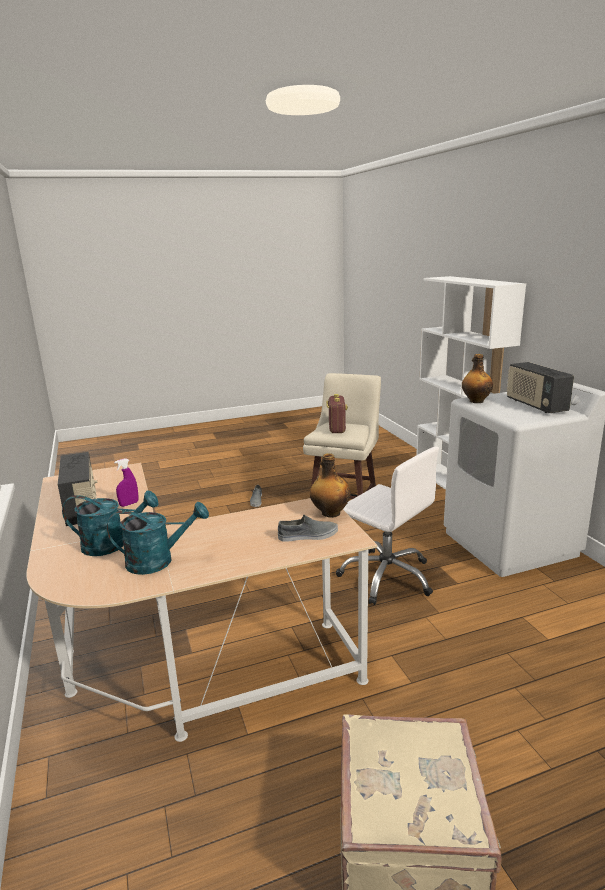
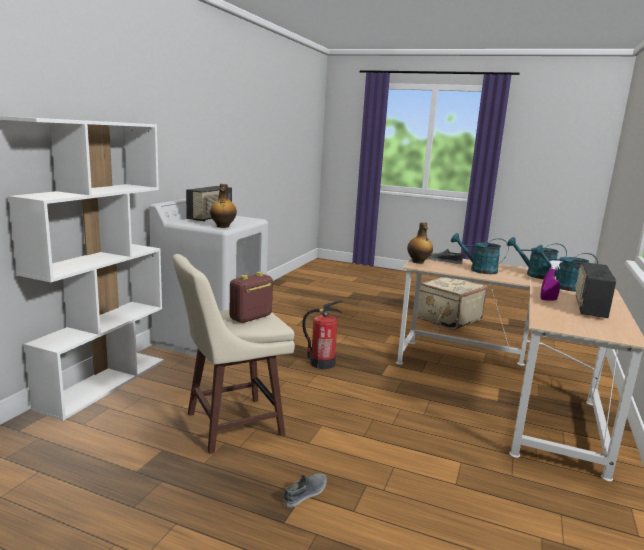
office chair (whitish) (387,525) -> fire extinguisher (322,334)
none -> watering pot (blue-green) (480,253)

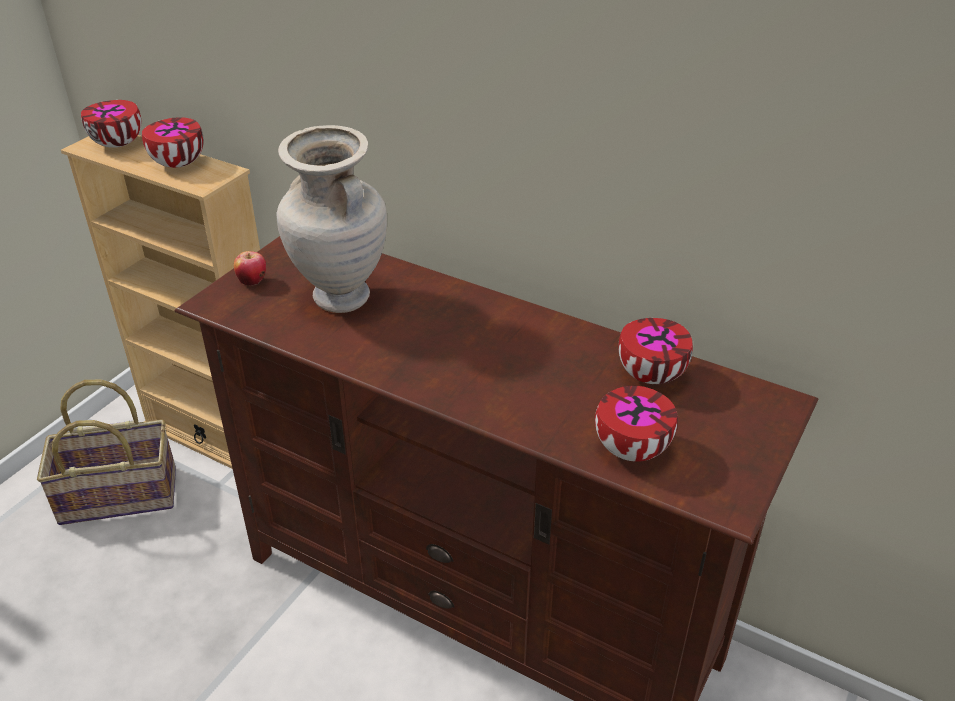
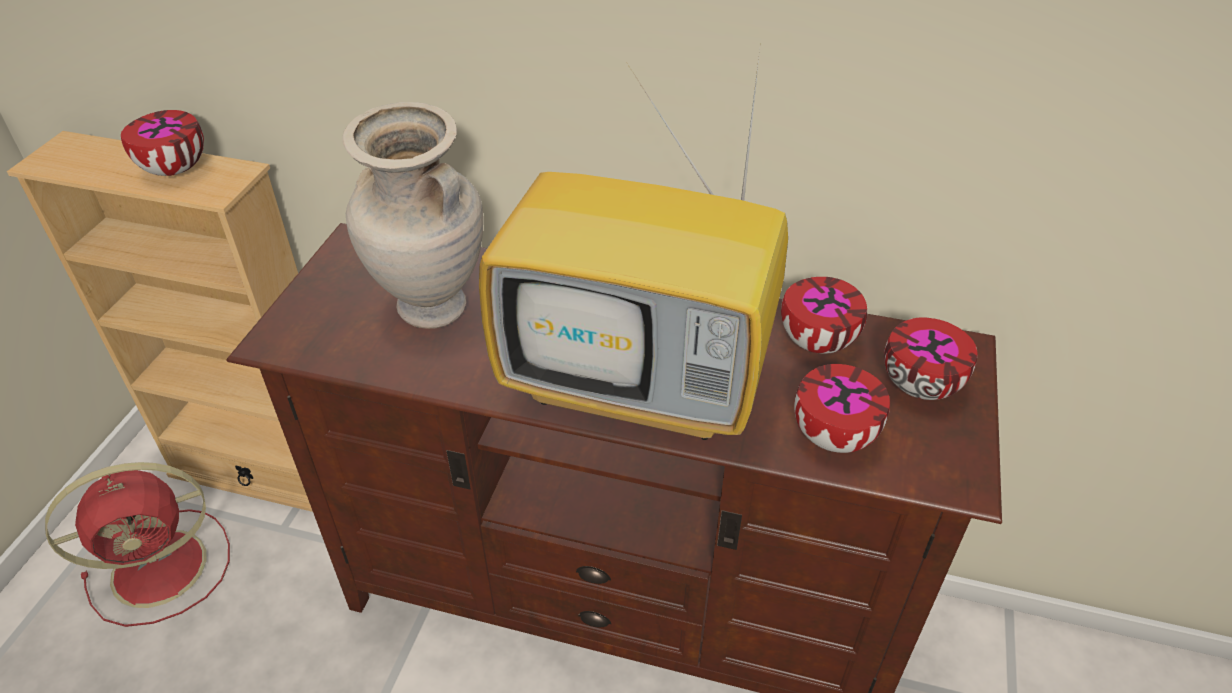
serving bowl (111,124) -> serving bowl (930,358), moved
whole apple (250,268) -> none
household basket (106,452) -> cooling fan (red-coloured) (137,544)
none -> TV set (633,240)

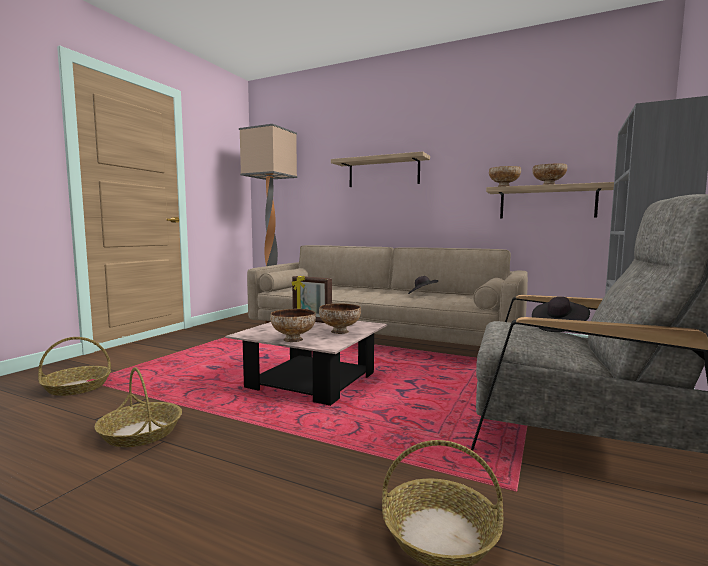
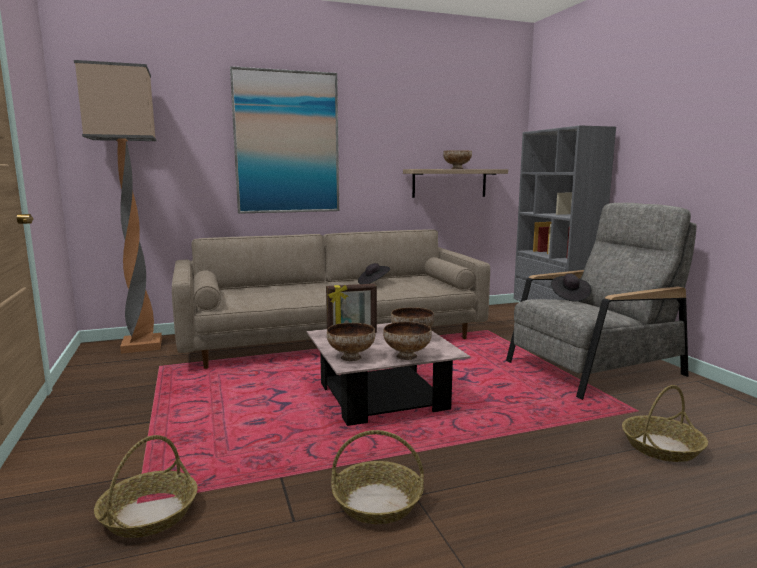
wall shelf (380,169) -> picture (284,140)
serving bowl (505,176) -> serving bowl (351,342), moved

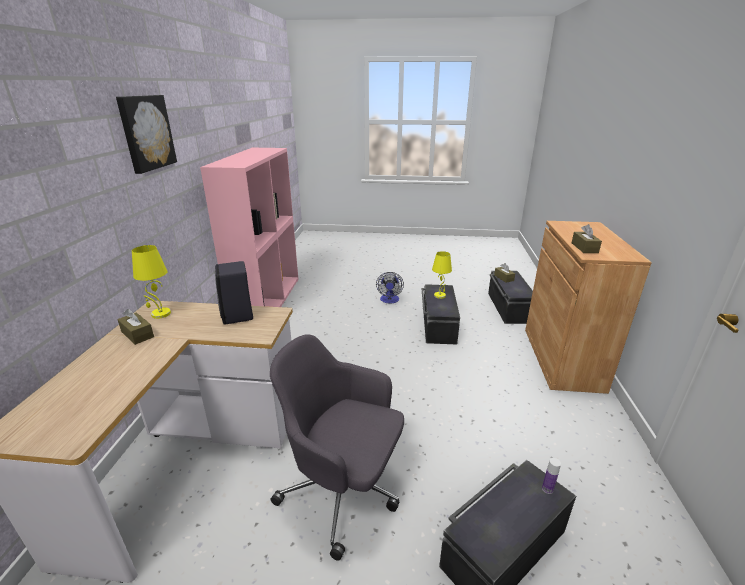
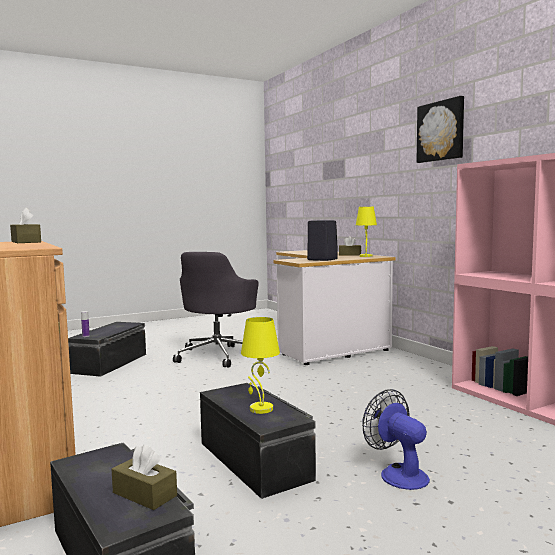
office chair (greyish) (337,447) -> office chair (greyish) (216,310), 120 degrees clockwise

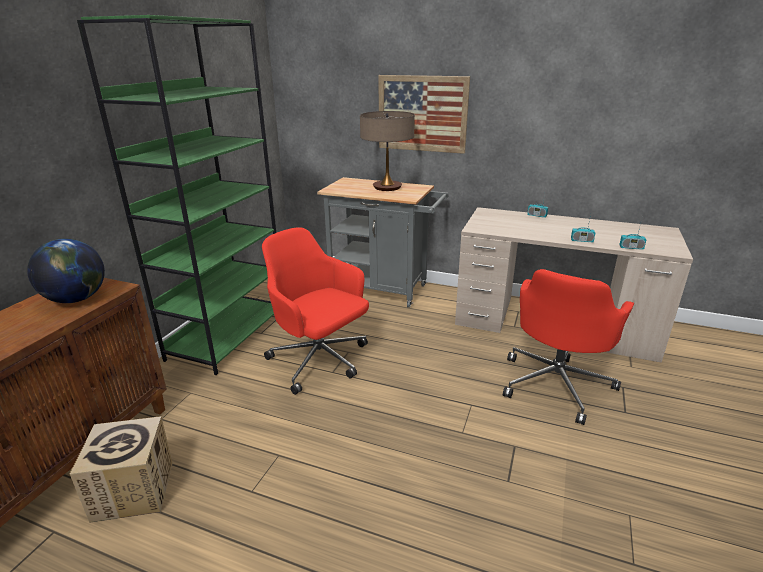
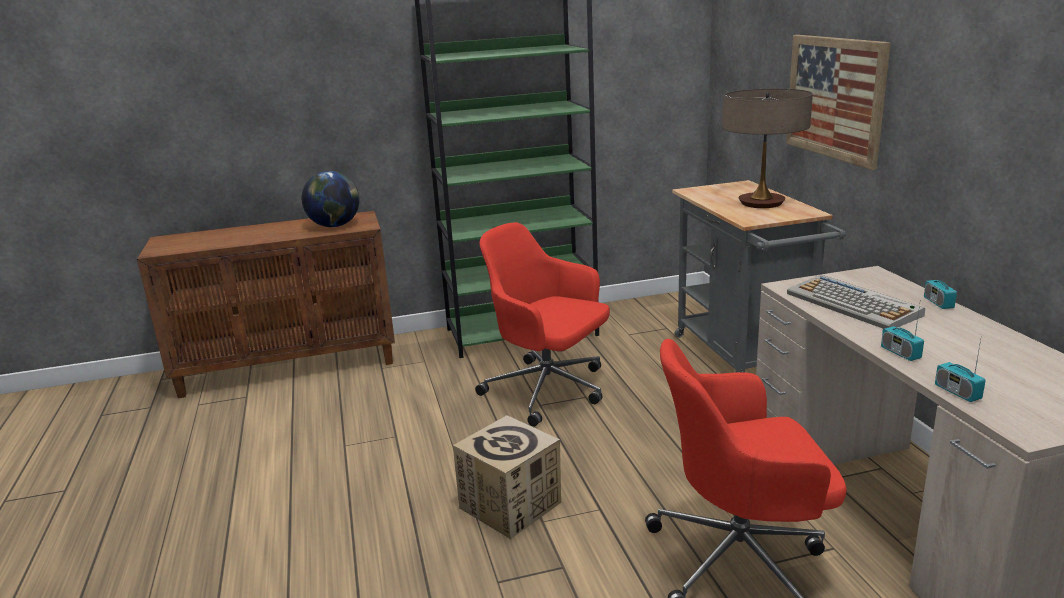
office chair (red-coloured) (315,311) -> office chair (red-coloured) (542,324), 60 degrees counterclockwise
carton (121,469) -> carton (507,477), moved
none -> keyboard (856,302)

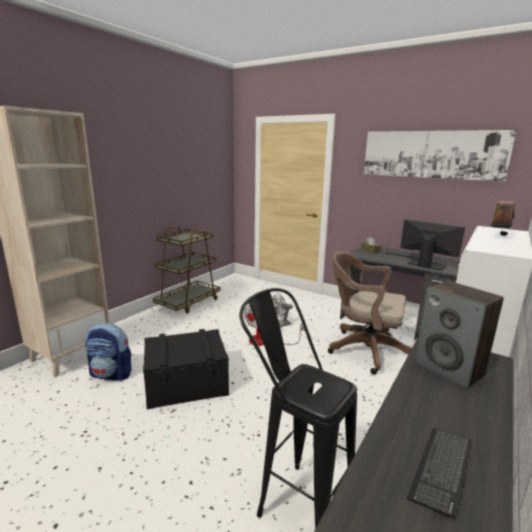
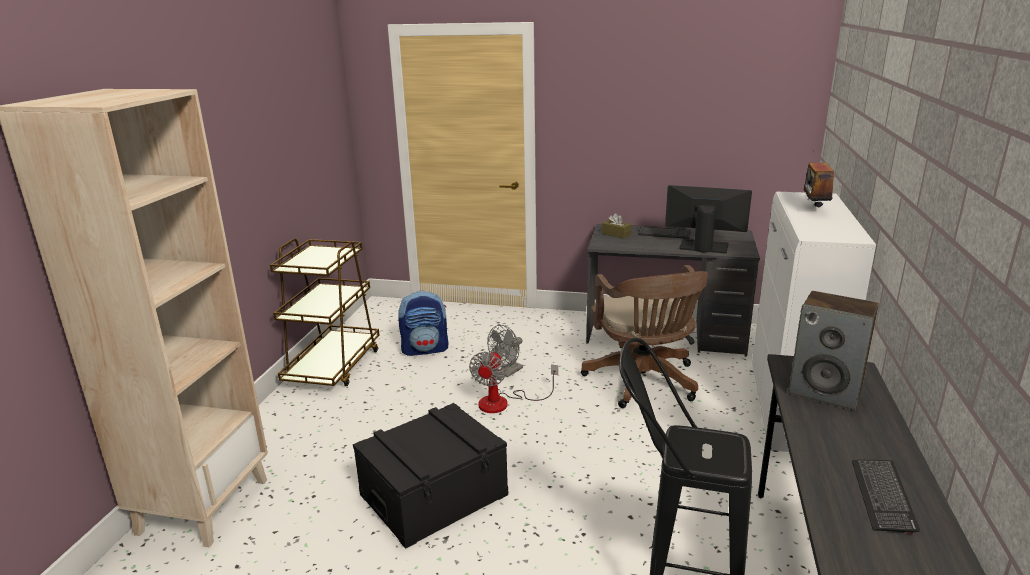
picture (440,156) -> none
office chair (brown) (370,313) -> office chair (brown) (644,336), 105 degrees counterclockwise
knapsack (108,352) -> knapsack (423,323), moved

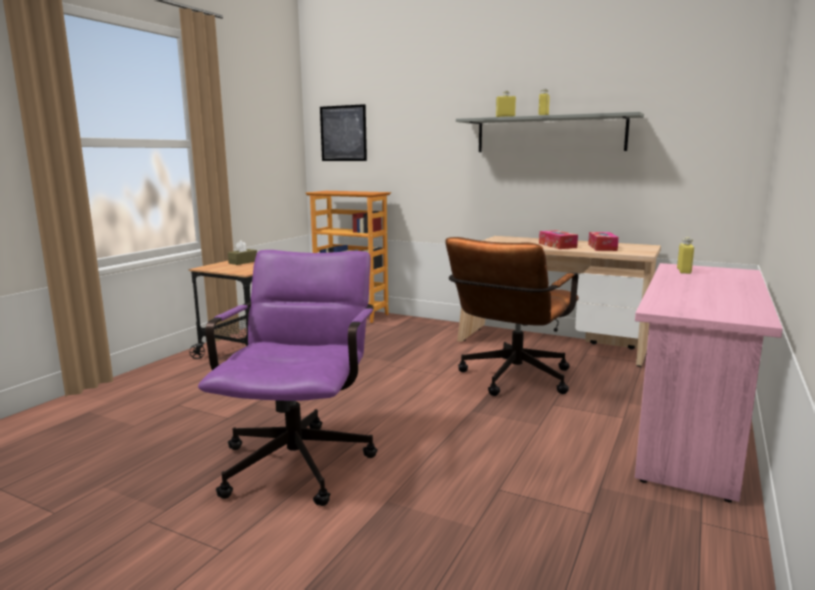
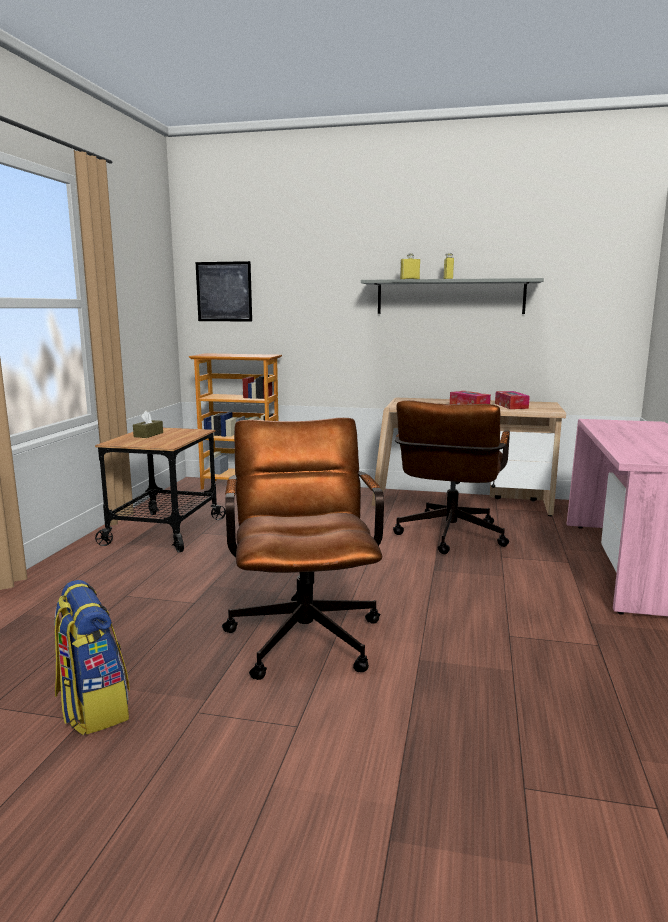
bottle (yellowish) (685,256) -> none
office chair (purplish) (288,378) -> office chair (brown) (303,549)
none -> knapsack (92,657)

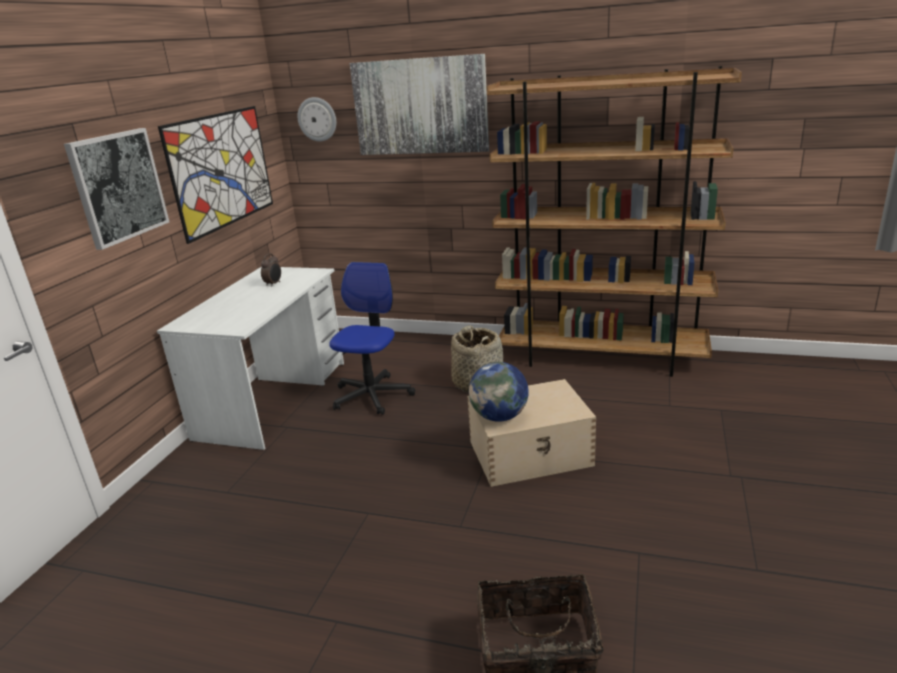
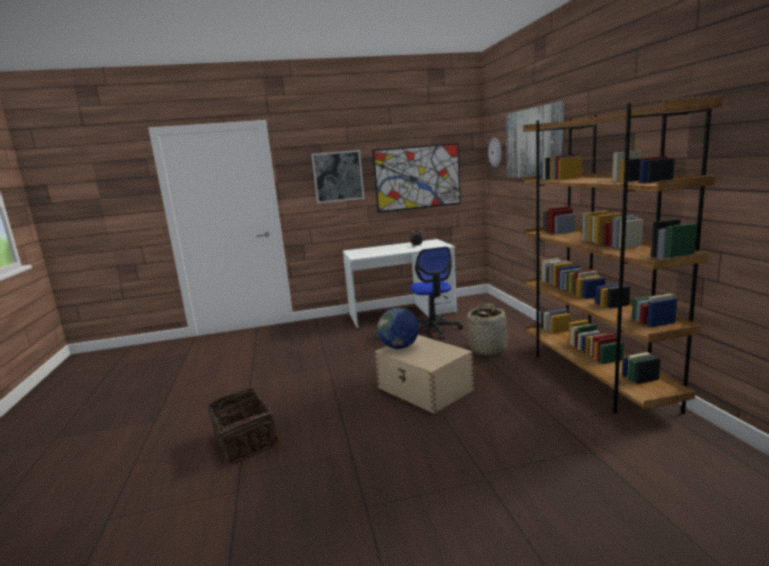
office chair (372,338) -> office chair (436,293), 90 degrees clockwise

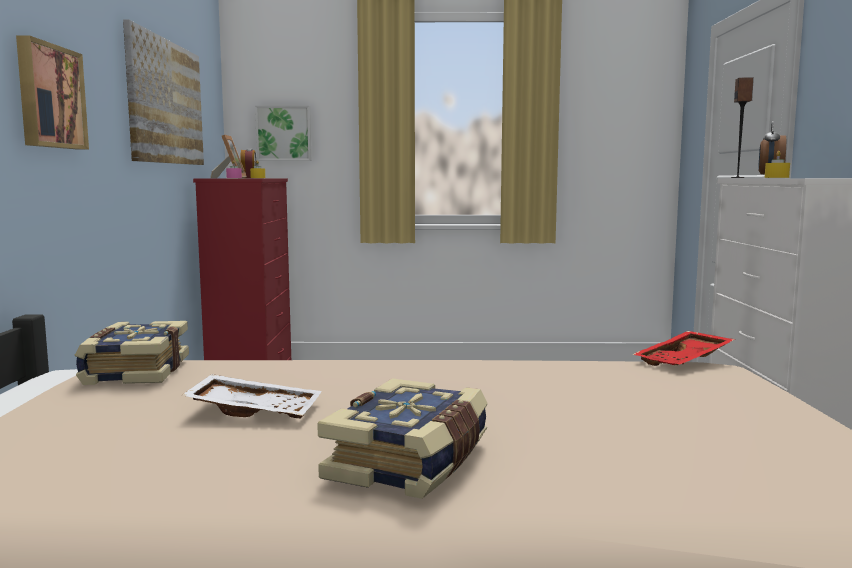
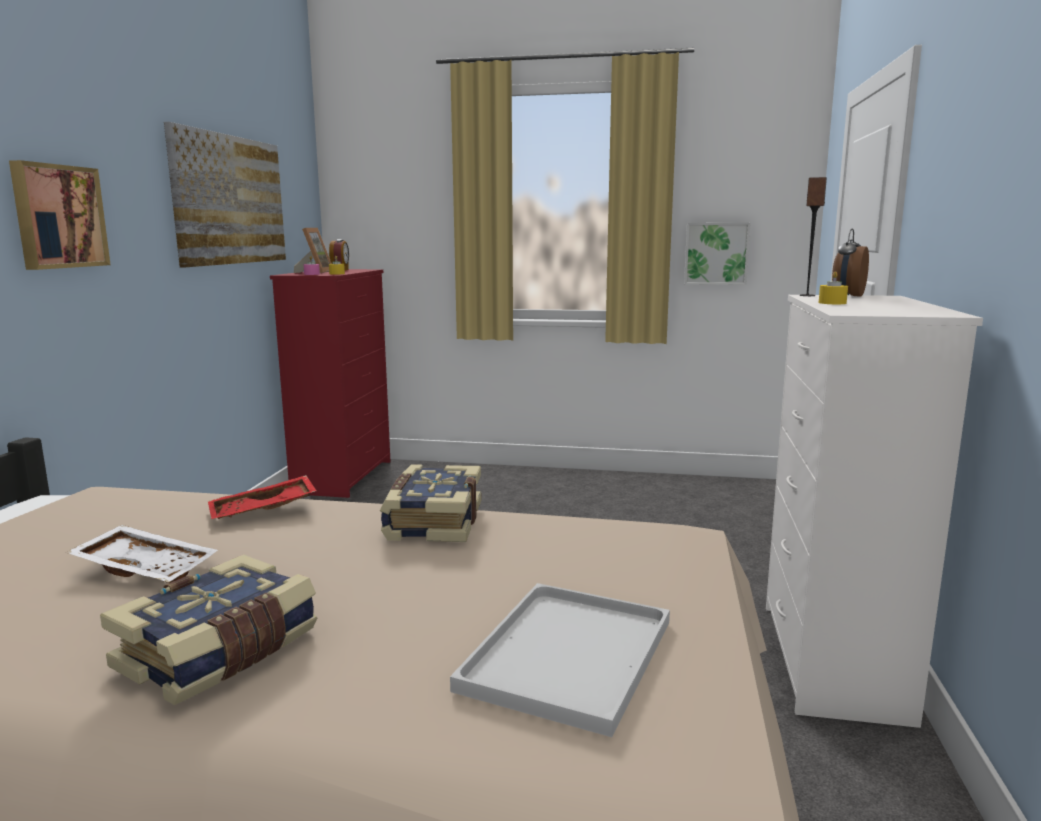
picture (283,133) -> picture (717,253), moved
book (132,353) -> book (431,503), moved
carrying tray (red-coloured) (683,348) -> carrying tray (red-coloured) (262,497), moved
none -> carrying tray (whitish) (560,660)

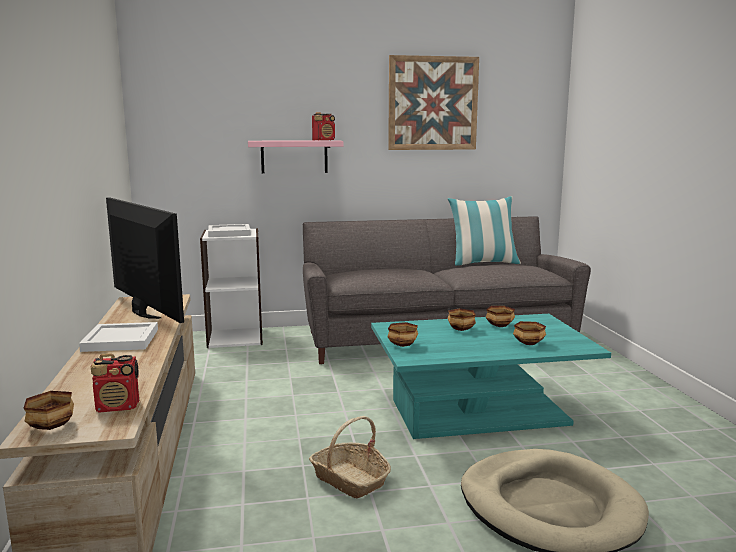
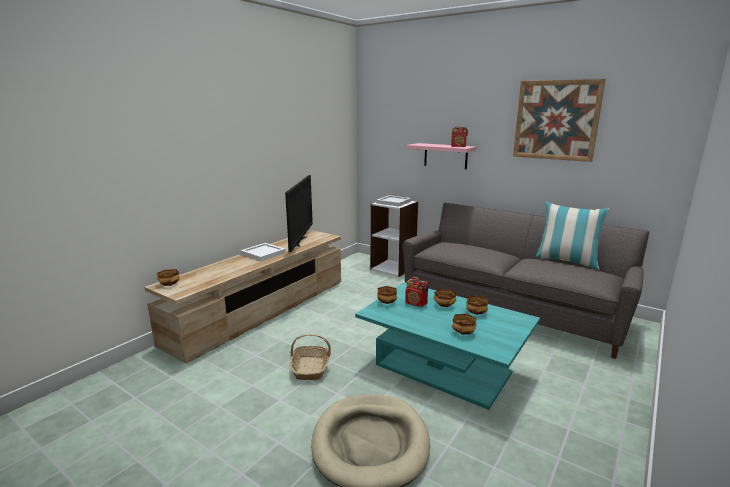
radio set (115,383) -> radio set (416,292), moved

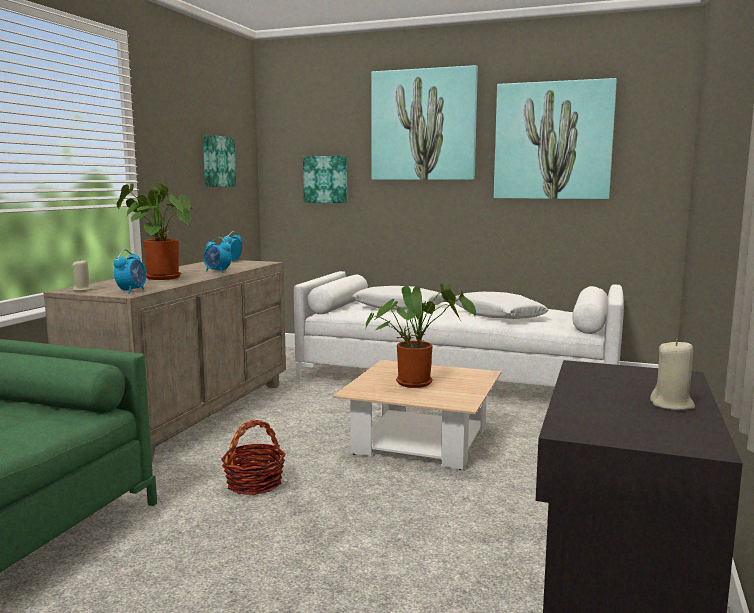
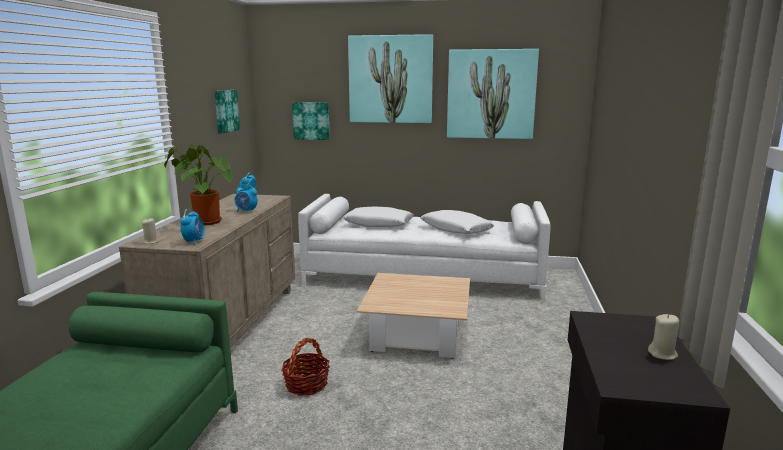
potted plant (420,336) -> none

